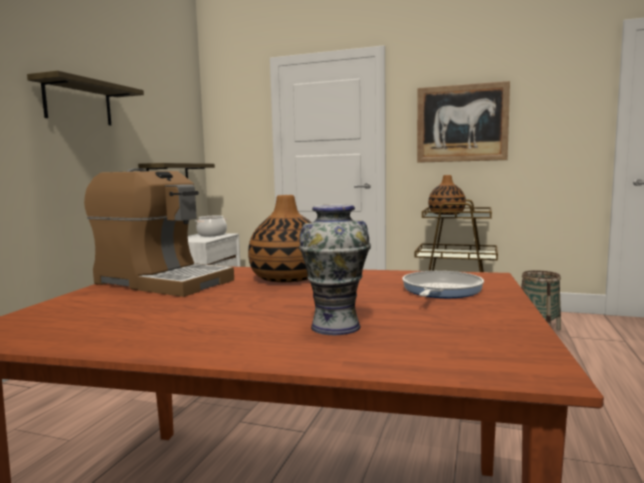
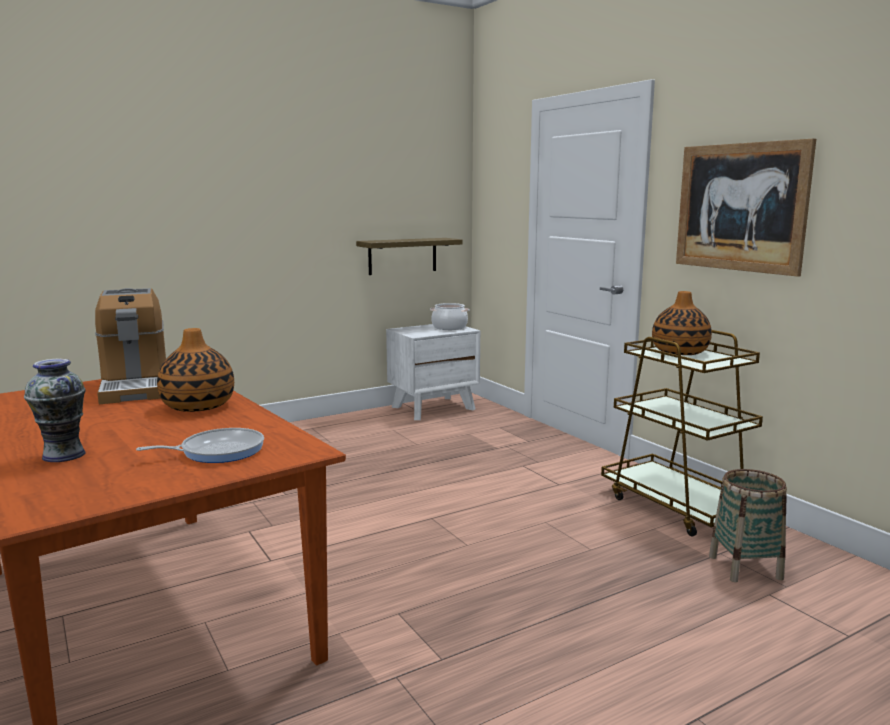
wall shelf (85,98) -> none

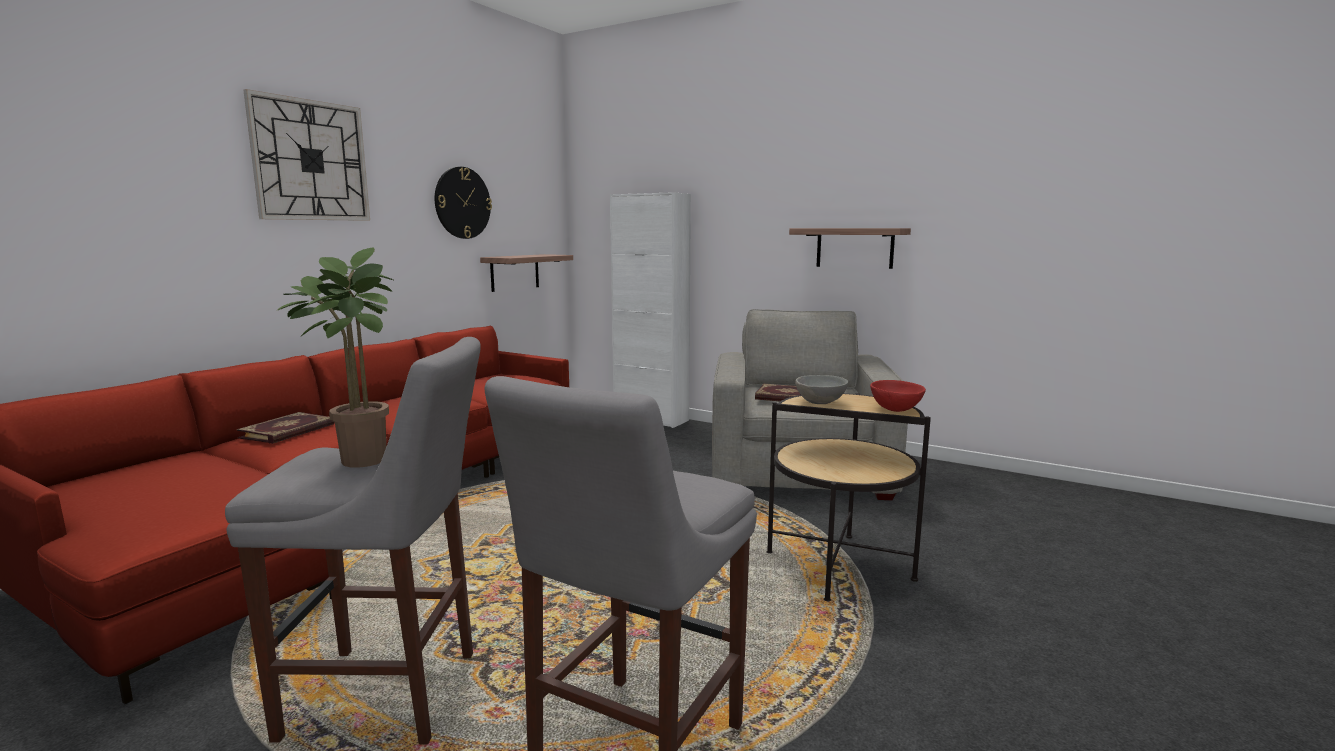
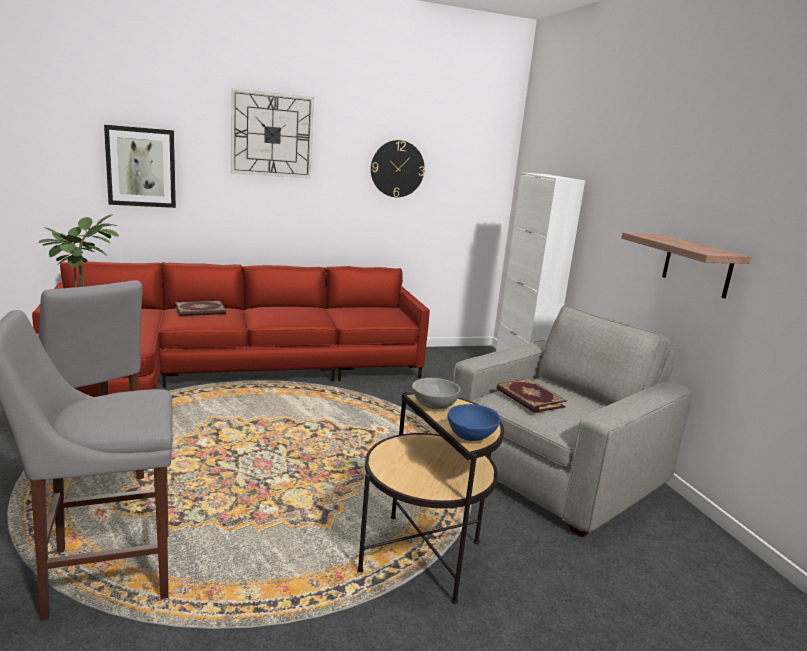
wall shelf (526,273) -> none
serving bowl (red-coloured) (898,396) -> serving bowl (bluish) (474,422)
none -> picture (140,166)

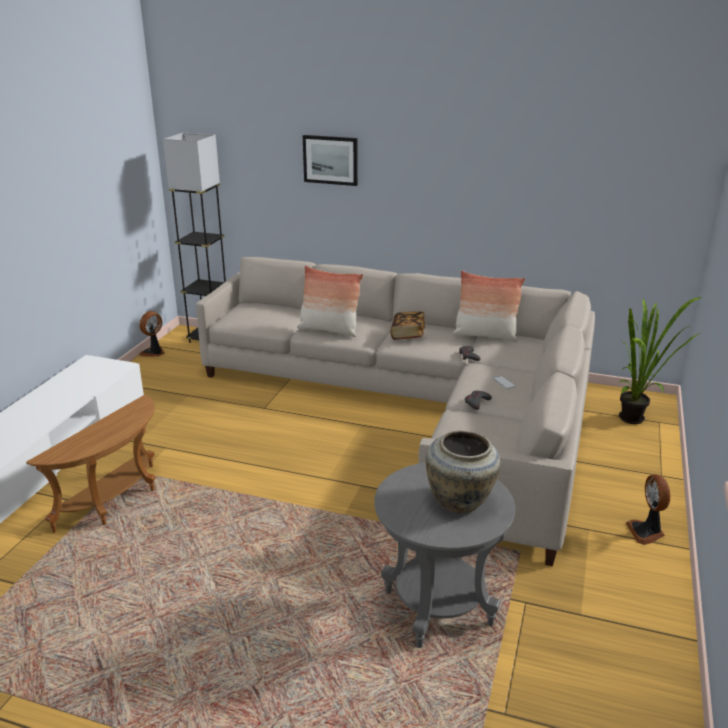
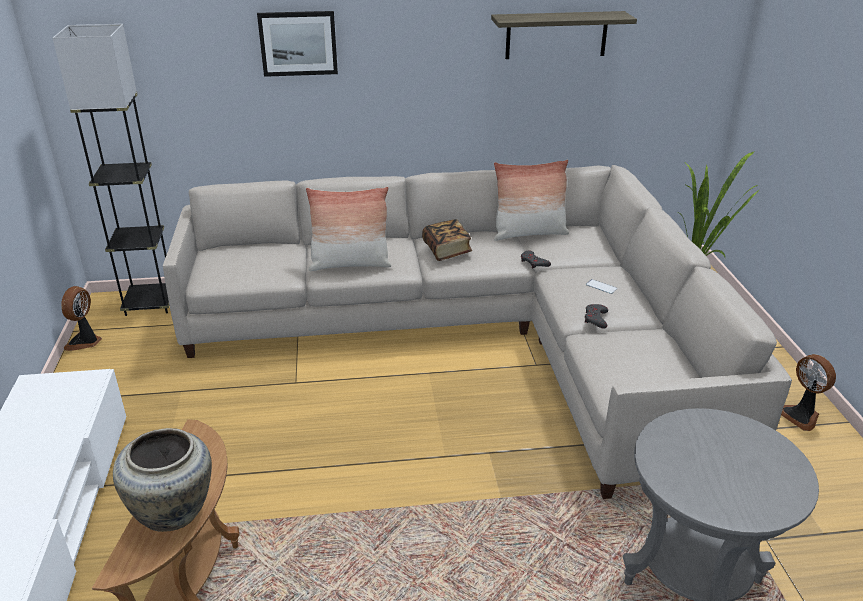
decorative vase (sand-coloured) (463,472) -> decorative vase (sand-coloured) (162,480), moved
none -> wall shelf (564,35)

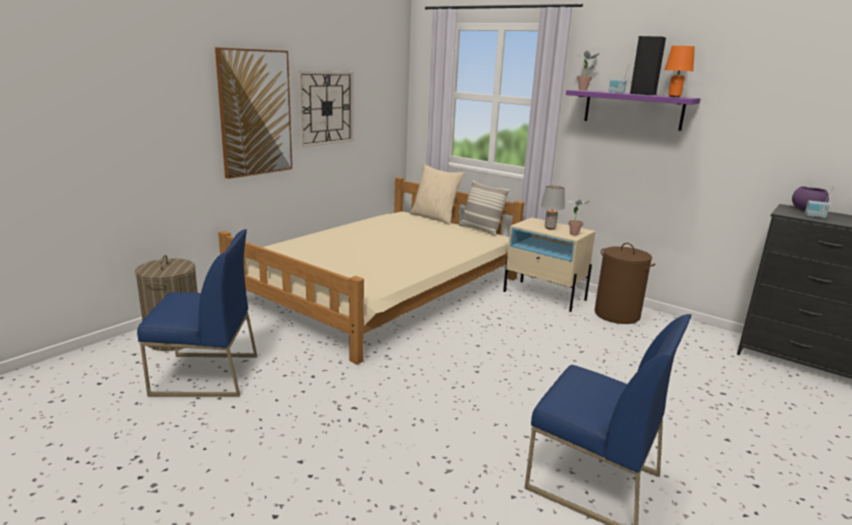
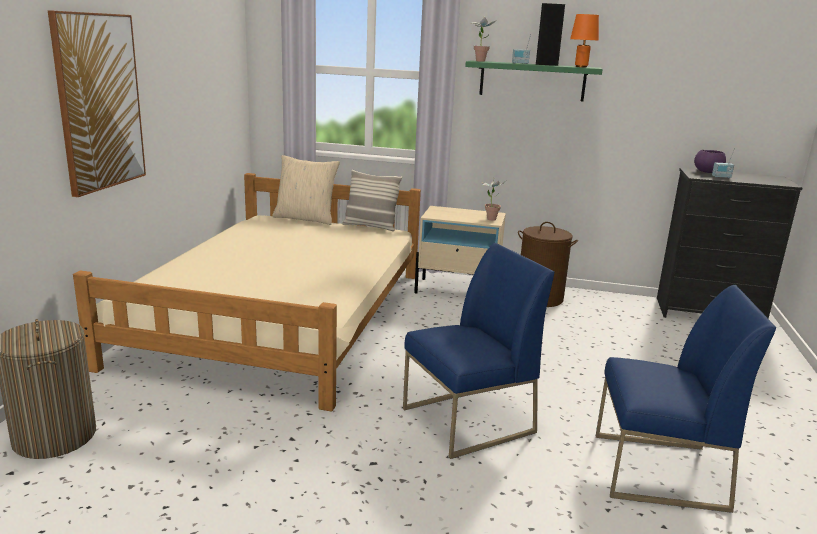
clock on the wall (325,109) -> none
wall shelf (purplish) (633,110) -> wall shelf (green-coloured) (534,80)
tabletop lamp (greyish) (553,207) -> none
chair (bluish) (197,313) -> chair (bluish) (479,351), moved

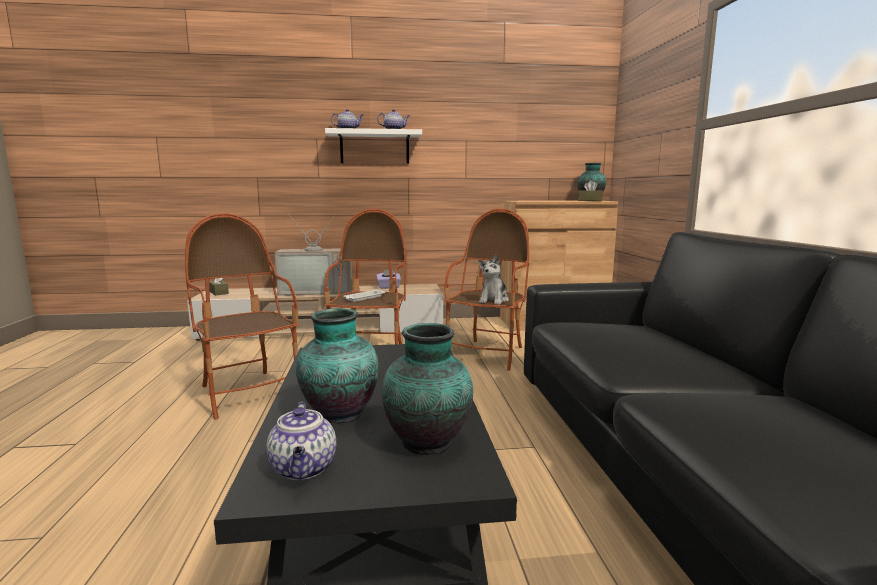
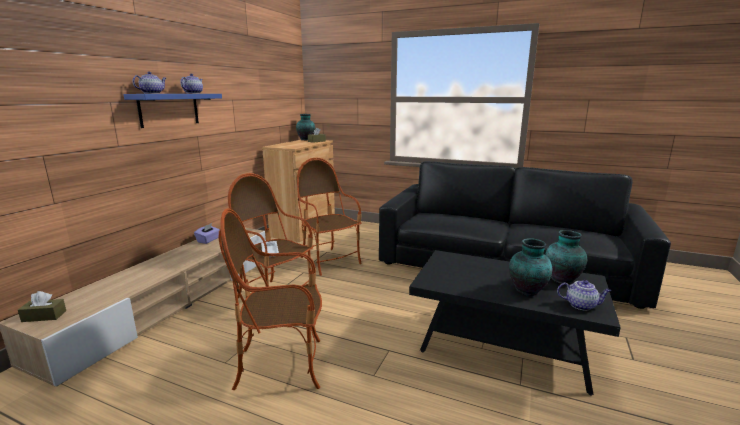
wall shelf (whitish) (373,146) -> wall shelf (bluish) (173,111)
TV set (313,255) -> none
plush toy (494,279) -> none

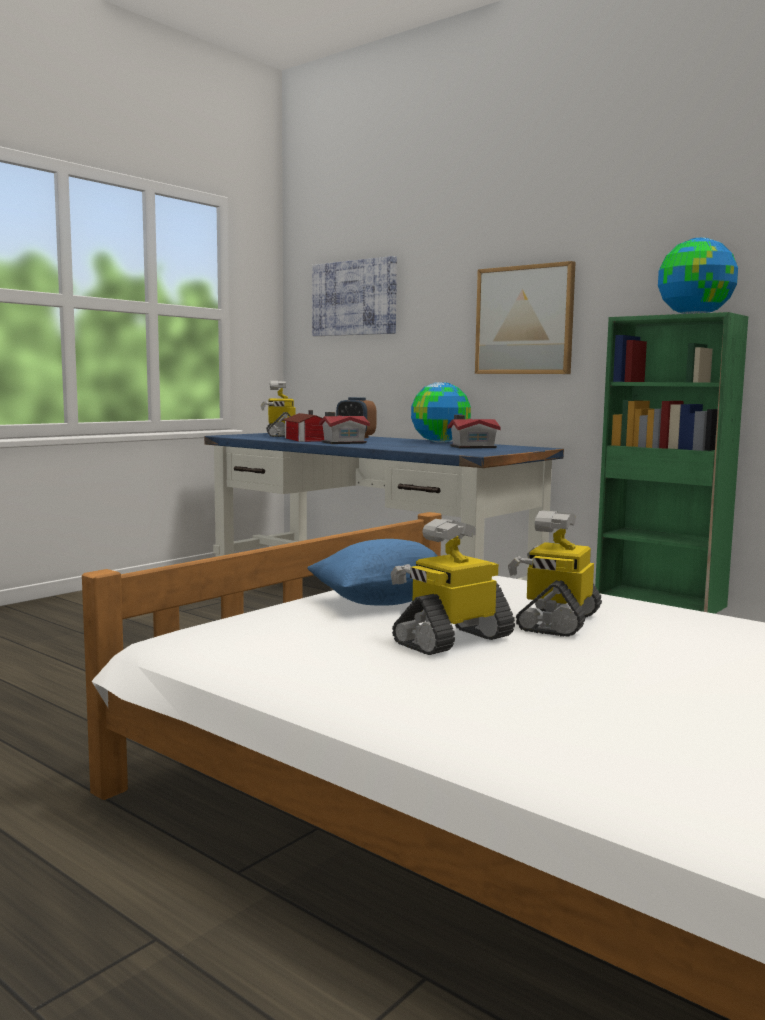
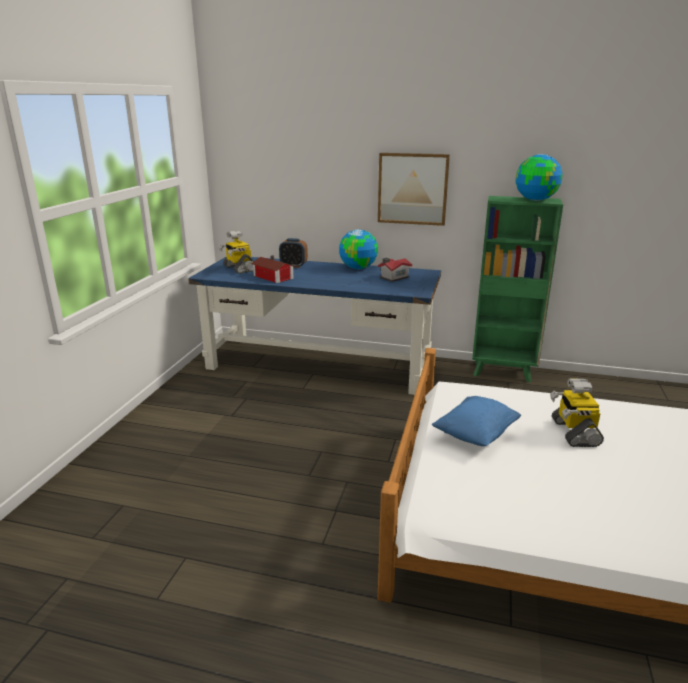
picture (354,296) -> none
toy house (344,428) -> none
robot figure (452,586) -> none

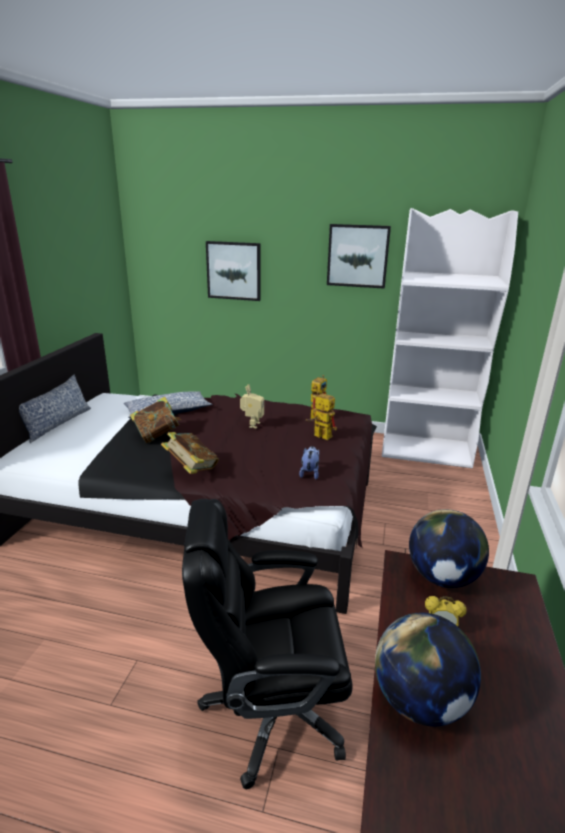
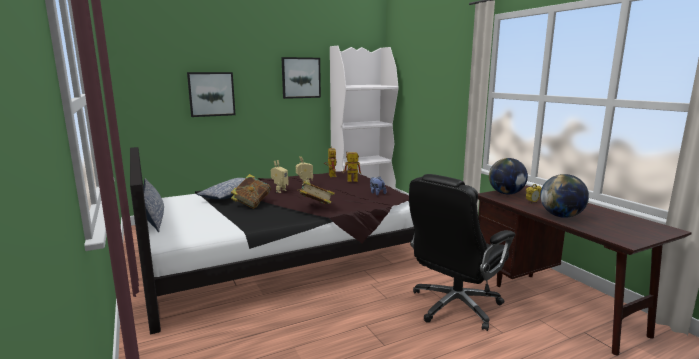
none -> robot figure (280,176)

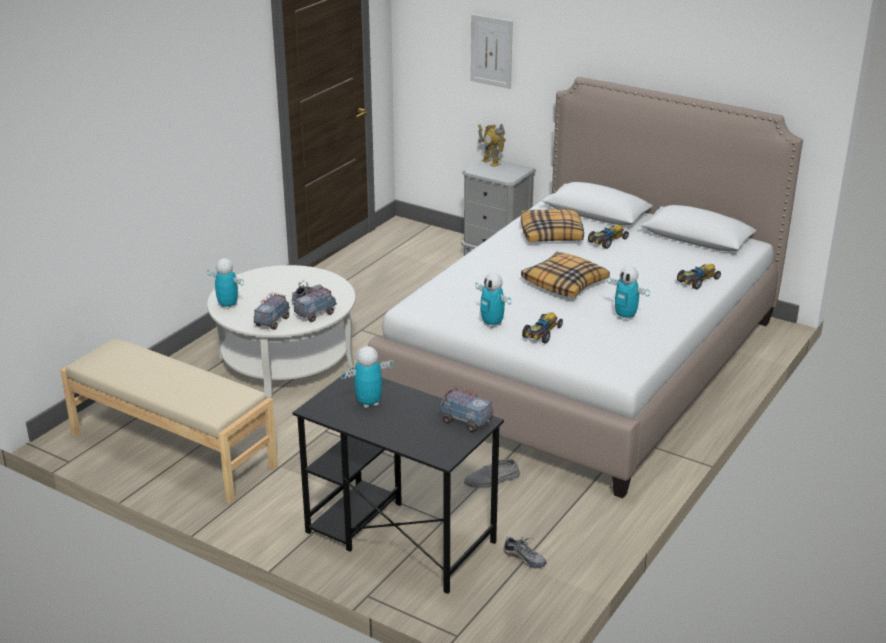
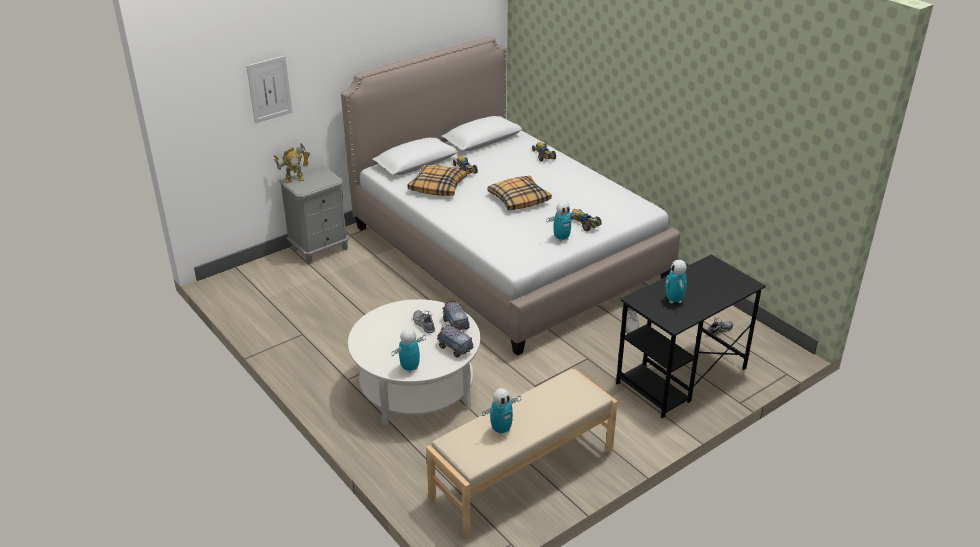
robot figure (628,293) -> robot figure (501,411), moved
toy lorry (465,409) -> none

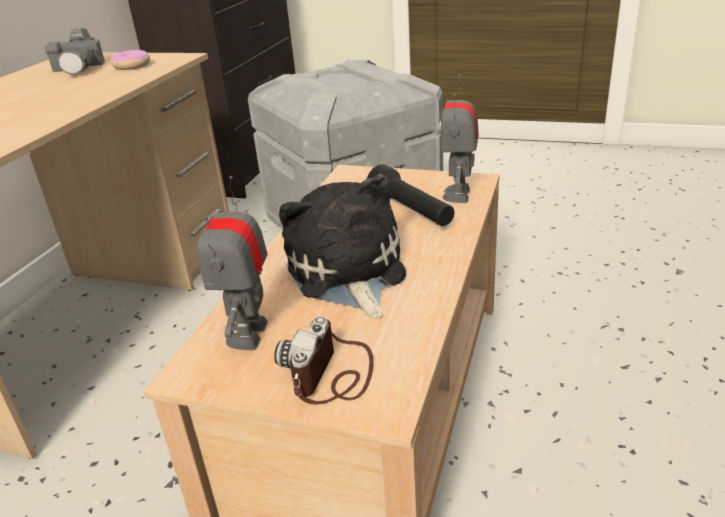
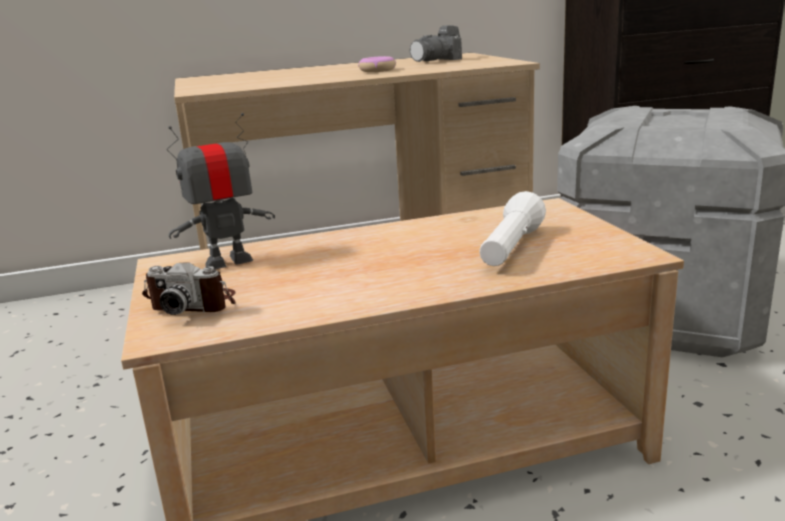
doughnut (130,60) -> doughnut (377,64), moved
robot figure (459,138) -> none
flashlight (black) (410,195) -> flashlight (whitish) (512,228)
plush toy (342,246) -> none
still camera (324,360) -> still camera (189,288), 150 degrees counterclockwise

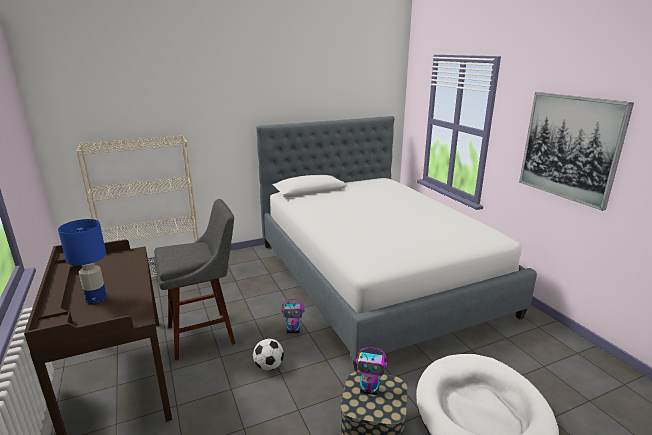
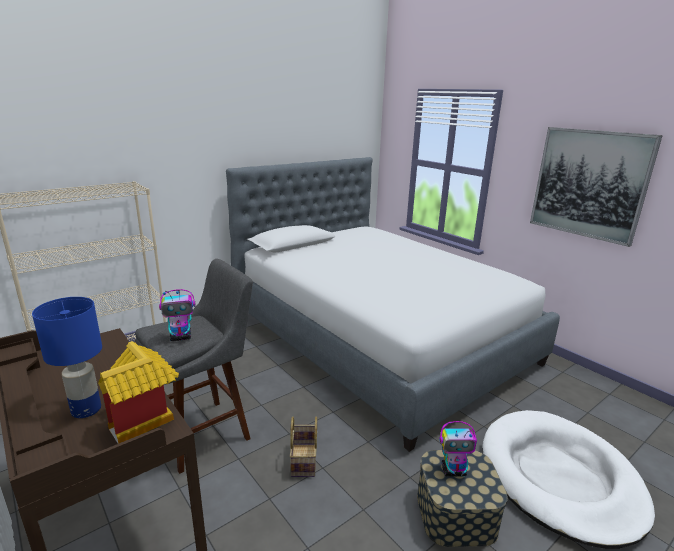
robot figure (293,316) -> robot figure (177,315), moved
football (268,355) -> household basket (303,447)
none -> toy house (138,392)

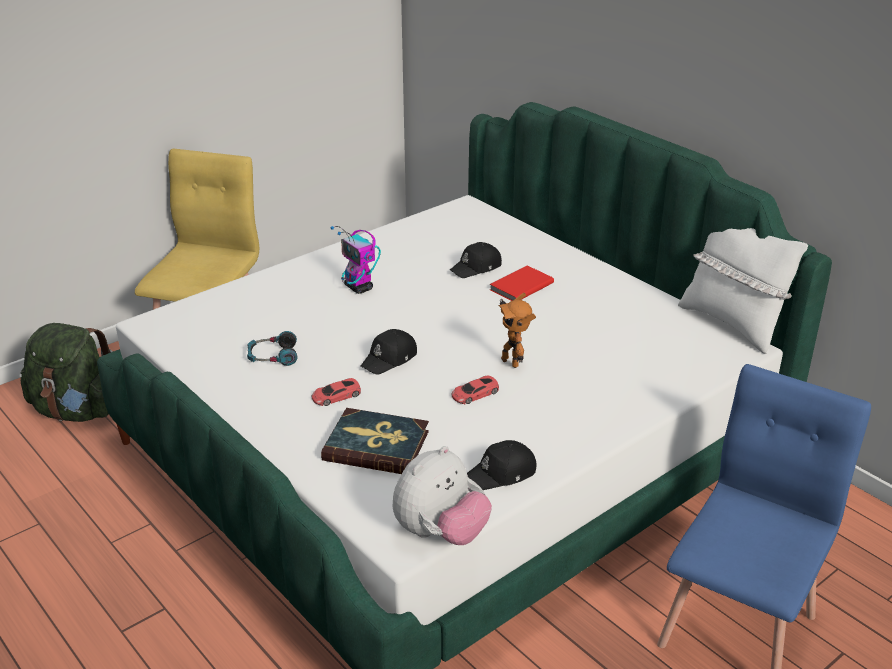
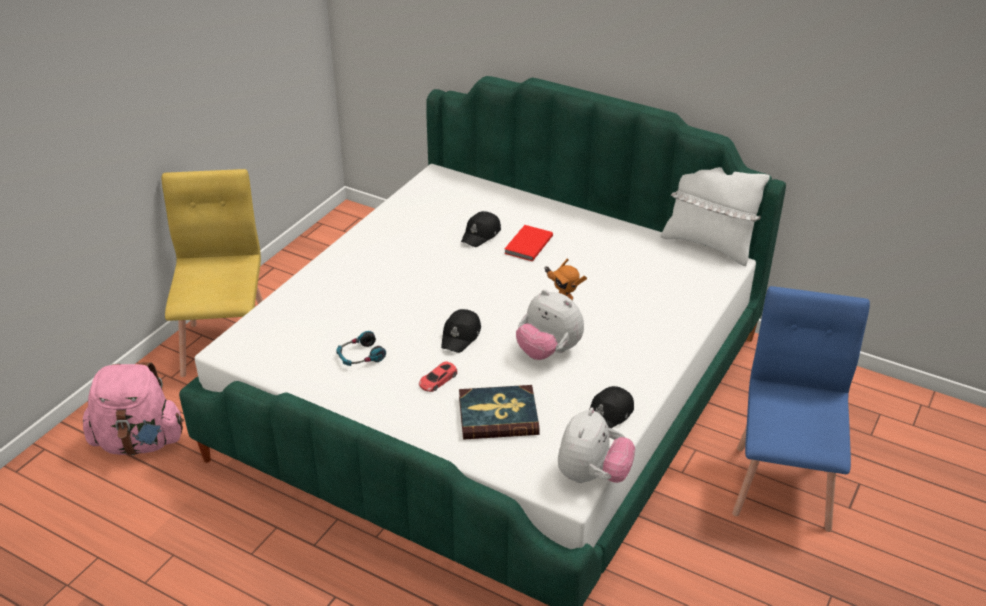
robot figure (355,260) -> none
knapsack (green-coloured) (66,372) -> knapsack (pink-coloured) (133,408)
toy car (red-coloured) (475,389) -> plush toy (550,325)

